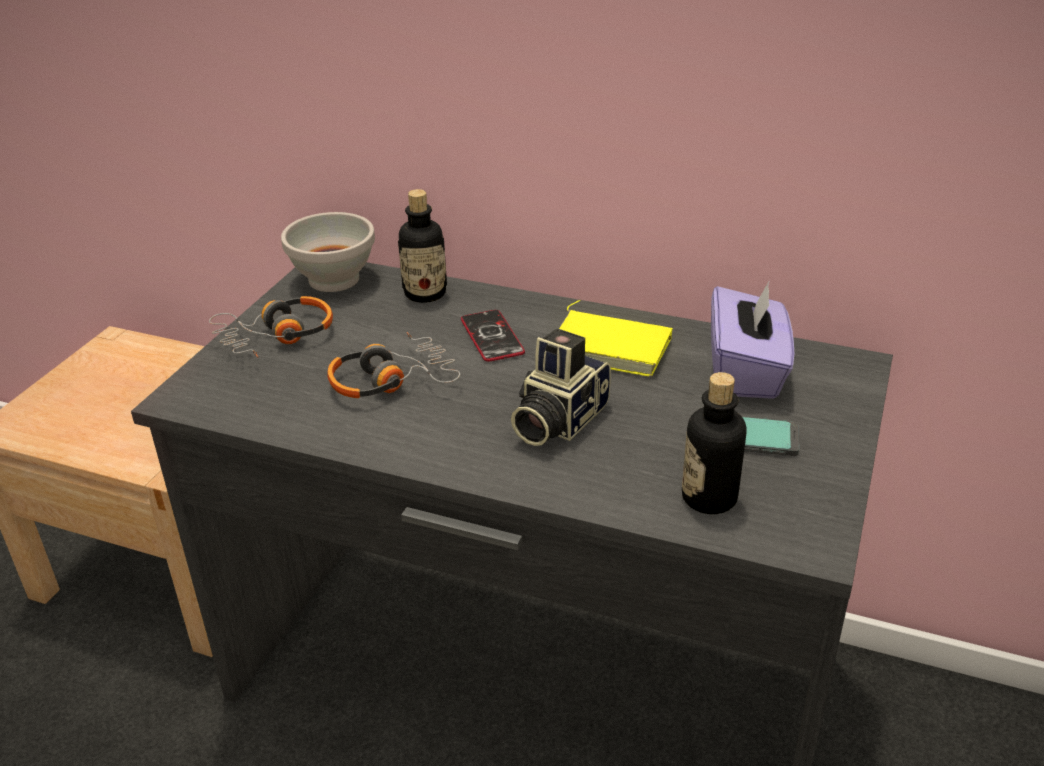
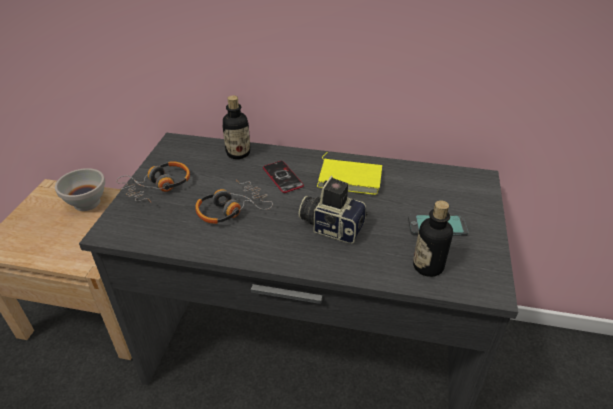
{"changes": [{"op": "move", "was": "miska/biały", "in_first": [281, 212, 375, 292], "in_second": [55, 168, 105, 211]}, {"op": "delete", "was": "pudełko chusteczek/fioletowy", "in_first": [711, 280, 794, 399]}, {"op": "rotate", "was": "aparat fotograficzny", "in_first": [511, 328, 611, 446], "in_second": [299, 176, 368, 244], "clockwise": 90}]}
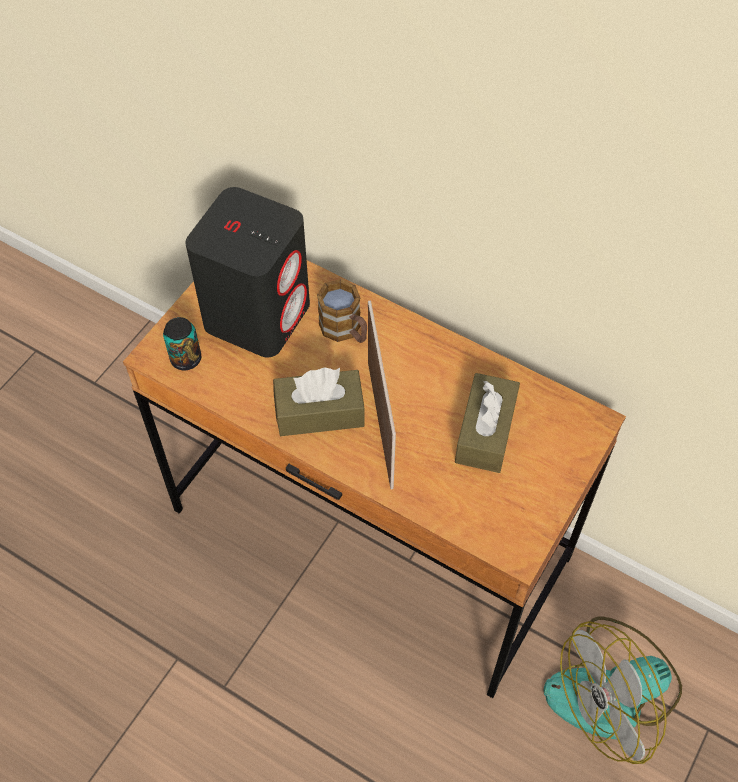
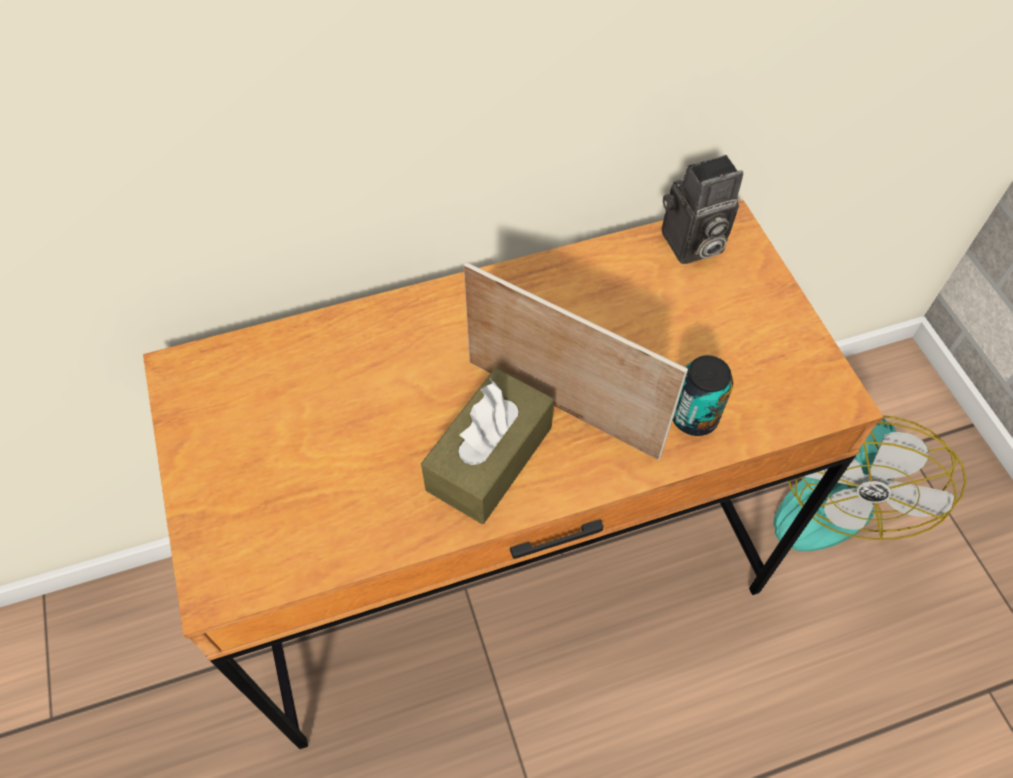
{"changes": [{"op": "delete", "was": "głośnik/czarny", "in_first": [185, 187, 310, 358]}, {"op": "delete", "was": "kubek", "in_first": [317, 279, 367, 343]}, {"op": "move", "was": "puszka", "in_first": [163, 317, 201, 370], "in_second": [673, 355, 733, 436]}, {"op": "delete", "was": "pudełko chusteczek/brązowy", "in_first": [455, 373, 520, 473]}, {"op": "insert", "now": "aparat fotograficzny", "in_second": [662, 155, 743, 264]}]}
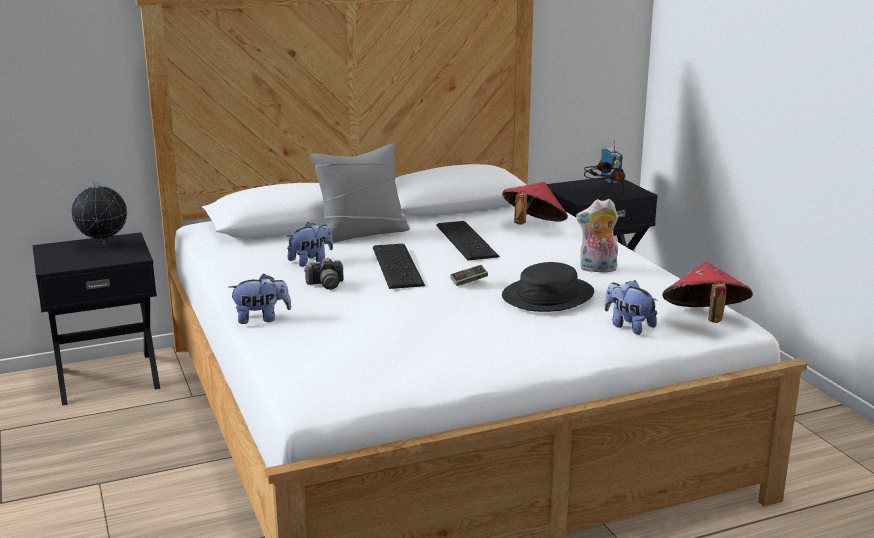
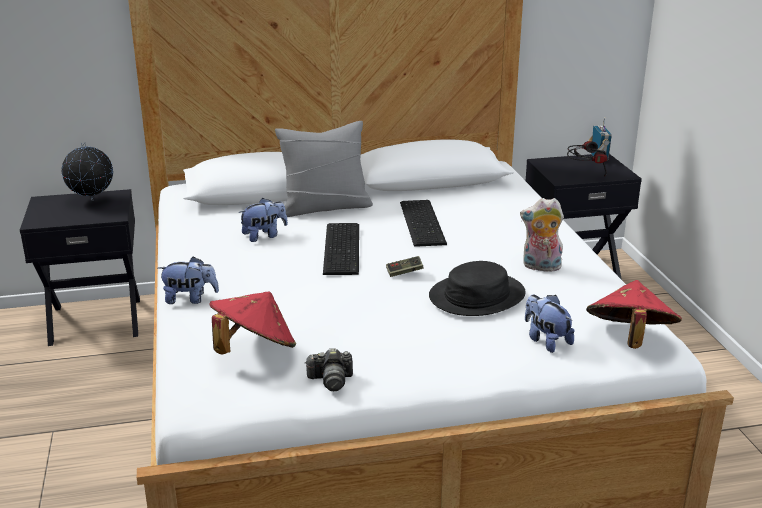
{"changes": [{"op": "move", "was": "kapelusz/czerwony", "in_first": [502, 182, 568, 225], "in_second": [209, 292, 296, 354]}, {"op": "move", "was": "aparat fotograficzny", "in_first": [304, 257, 344, 290], "in_second": [305, 348, 353, 391]}]}
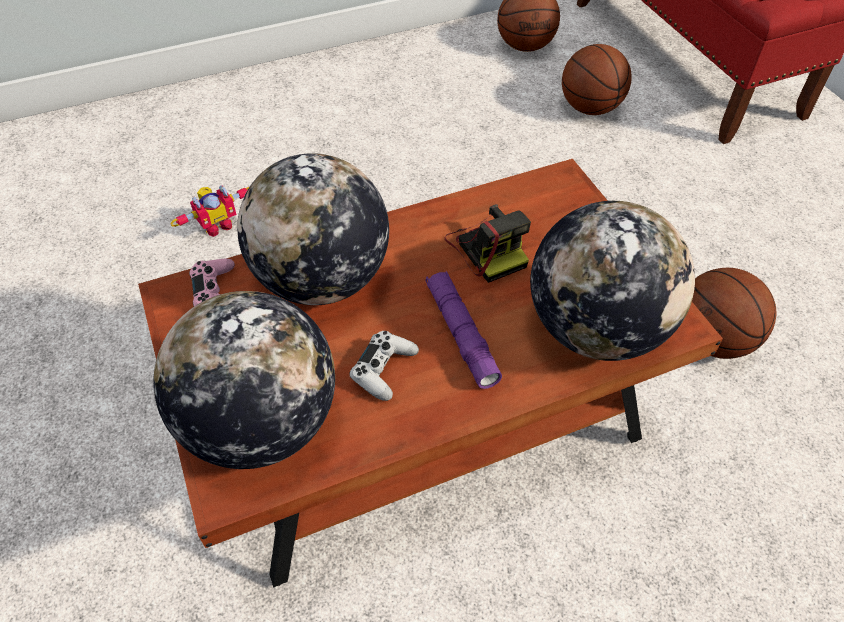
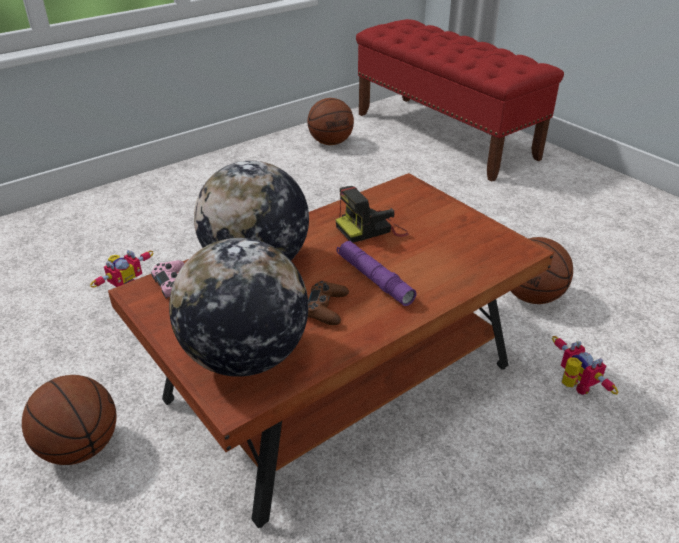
{"changes": [{"op": "move", "was": "piłka do koszykówki", "in_first": [562, 44, 632, 115], "in_second": [22, 375, 116, 465]}, {"op": "delete", "was": "globus", "in_first": [530, 201, 695, 361]}, {"op": "rotate", "was": "aparat fotograficzny", "in_first": [445, 204, 531, 283], "in_second": [335, 186, 408, 243], "clockwise": 105}, {"op": "recolor", "was": "pad do gier/biały", "now": "pad do gier/brązowy", "in_first": [349, 331, 419, 401], "in_second": [308, 281, 349, 325]}, {"op": "insert", "now": "robot zabawkowy", "in_second": [552, 336, 618, 395]}]}
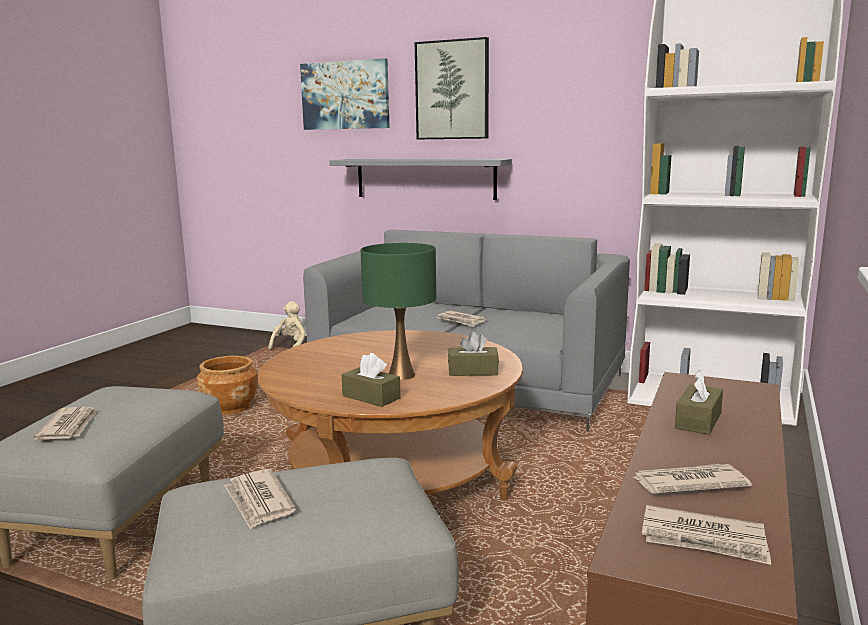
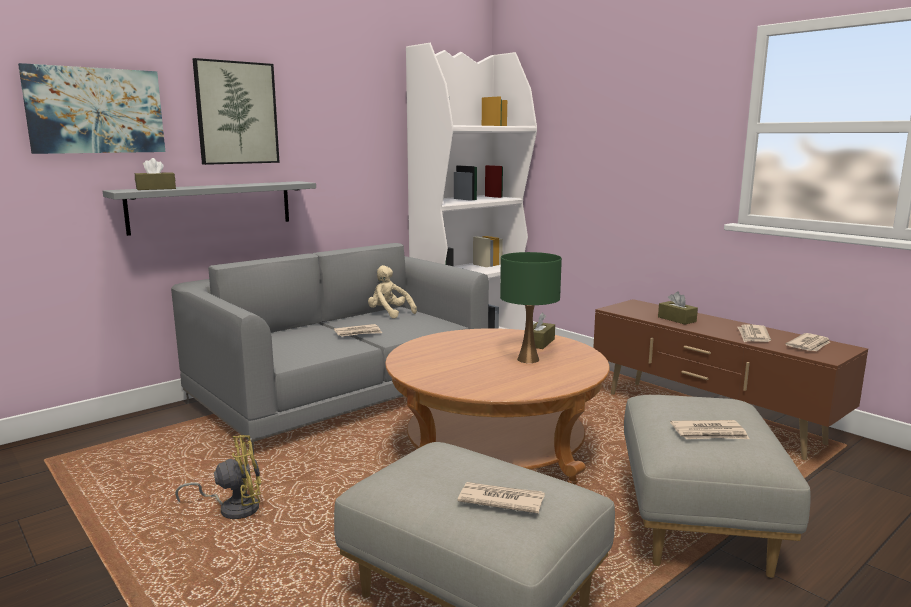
{"changes": [{"op": "move", "was": "pluszak/beżowy", "in_first": [268, 301, 305, 350], "in_second": [368, 265, 417, 319]}, {"op": "move", "was": "pudełko chusteczek/brązowy", "in_first": [341, 353, 401, 407], "in_second": [135, 158, 176, 190]}, {"op": "replace", "was": "donica/brązowy", "now": "wentylator/żółty", "in_first": [197, 356, 258, 415], "in_second": [175, 435, 261, 519]}]}
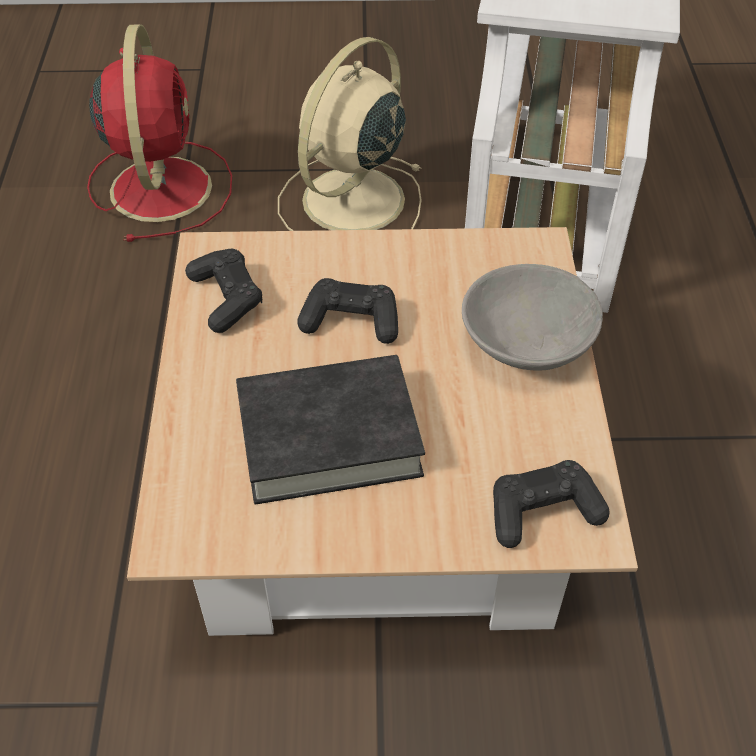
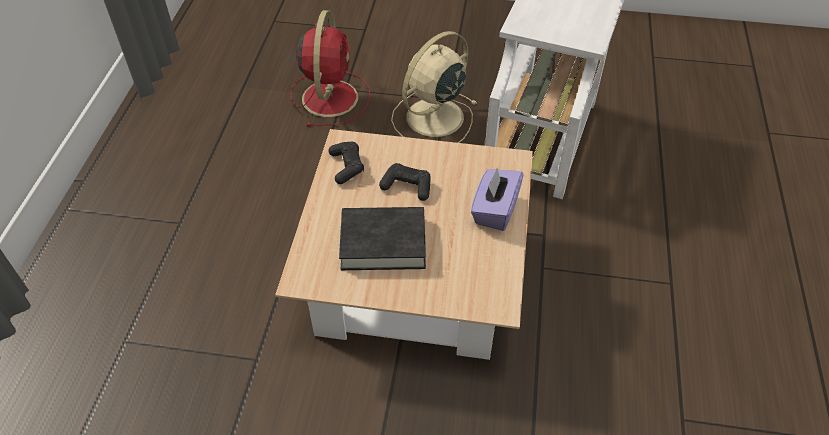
{"changes": [{"op": "replace", "was": "miska/szary", "now": "pudełko chusteczek/fioletowy", "in_first": [462, 264, 603, 371], "in_second": [471, 168, 524, 231]}, {"op": "delete", "was": "pad do gier/czarny", "in_first": [493, 460, 610, 548]}]}
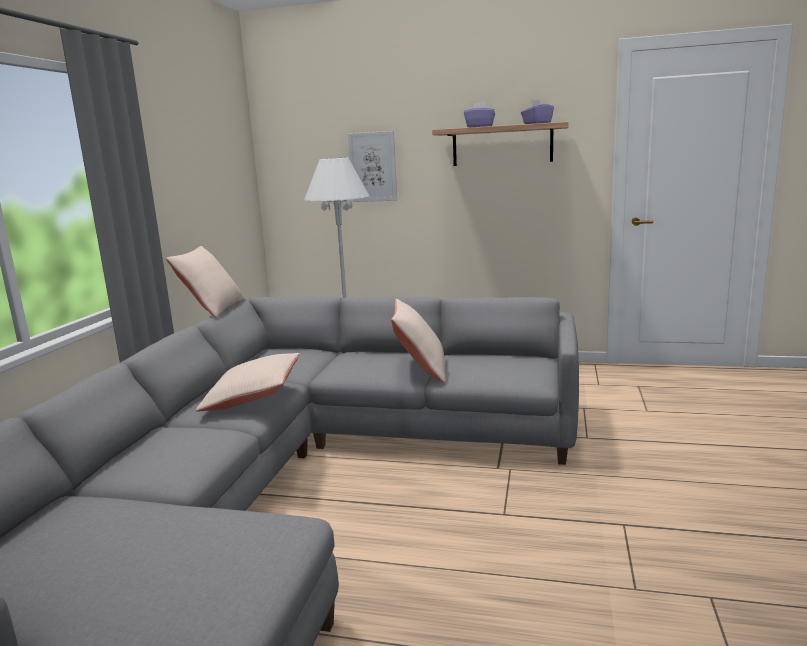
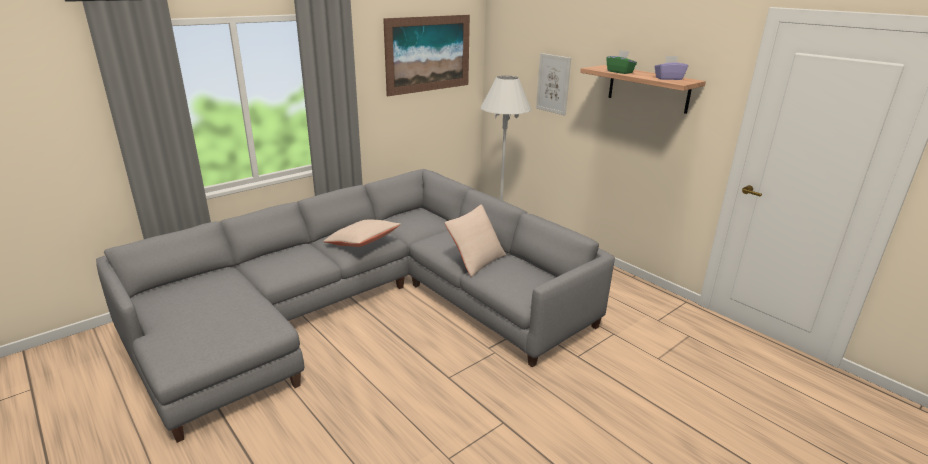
{"changes": [{"op": "recolor", "was": "pudełko chusteczek/fioletowy", "now": "pudełko chusteczek/zielony", "in_first": [464, 102, 495, 127], "in_second": [606, 50, 637, 74]}, {"op": "delete", "was": "poduszka/beżowy", "in_first": [166, 246, 246, 318]}, {"op": "insert", "now": "obraz", "in_second": [383, 15, 470, 96]}]}
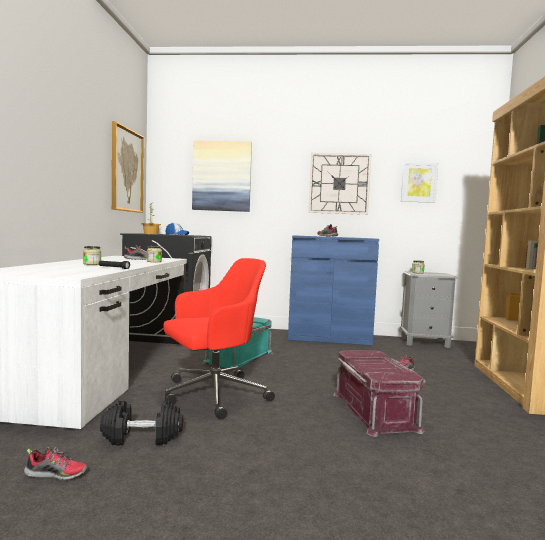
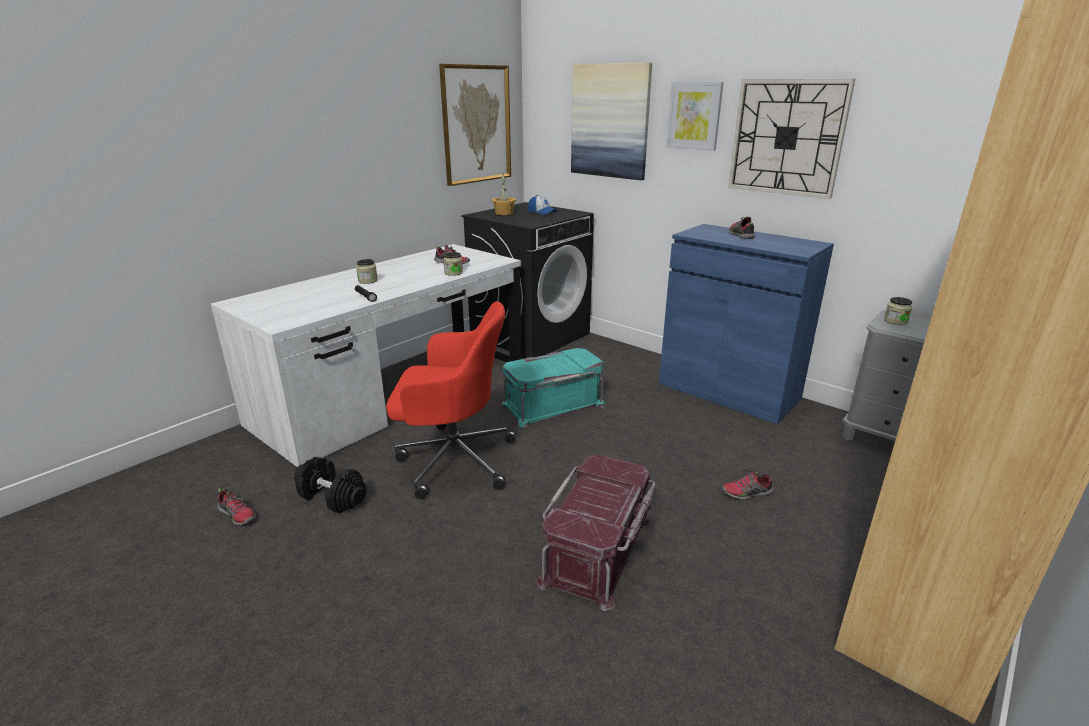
{"changes": [{"op": "move", "was": "obraz", "in_first": [401, 163, 438, 203], "in_second": [666, 82, 724, 151]}]}
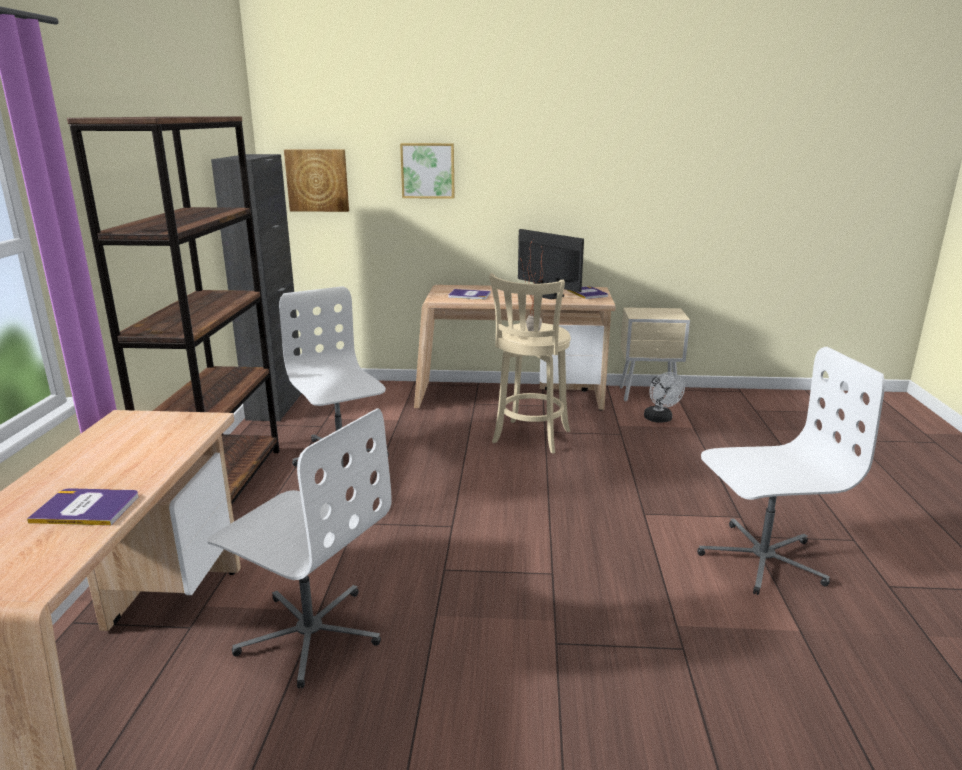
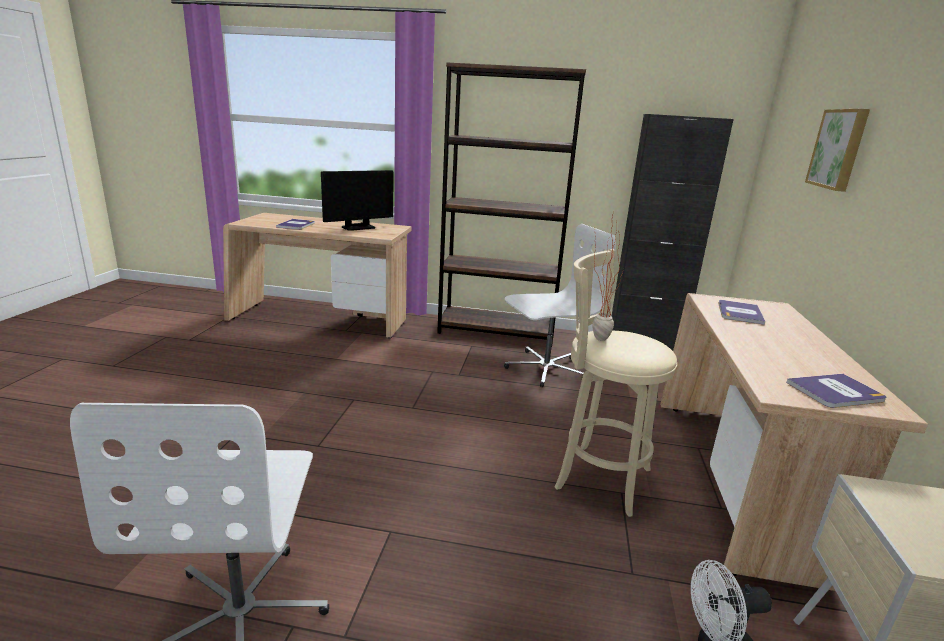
{"changes": [{"op": "delete", "was": "obraz", "in_first": [284, 149, 349, 212]}, {"op": "move", "was": "monitor", "in_first": [518, 229, 584, 299], "in_second": [321, 170, 393, 231]}, {"op": "delete", "was": "krzesło biurowe/biały", "in_first": [207, 408, 392, 688]}]}
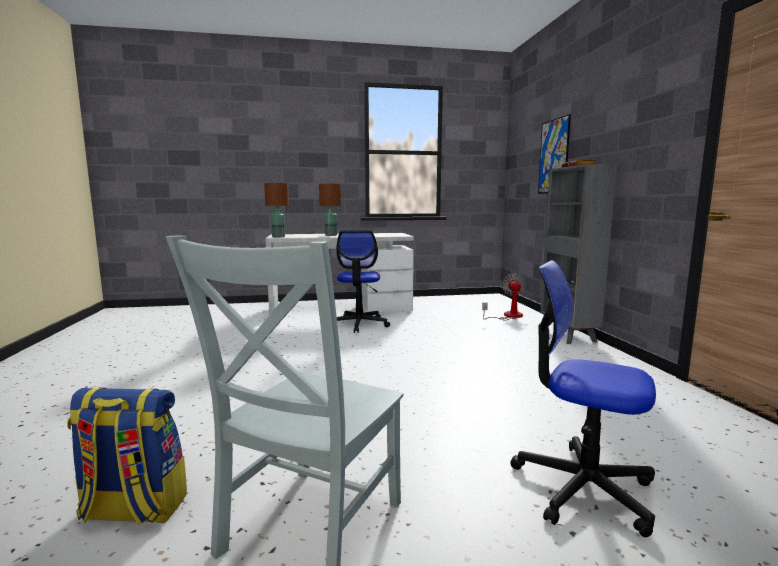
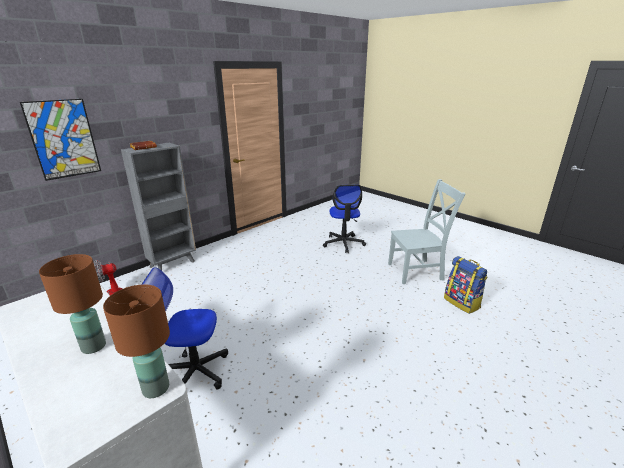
{"changes": [{"op": "rotate", "was": "krzesło biurowe", "in_first": [336, 230, 390, 333], "in_second": [141, 267, 228, 390], "clockwise": -150}]}
